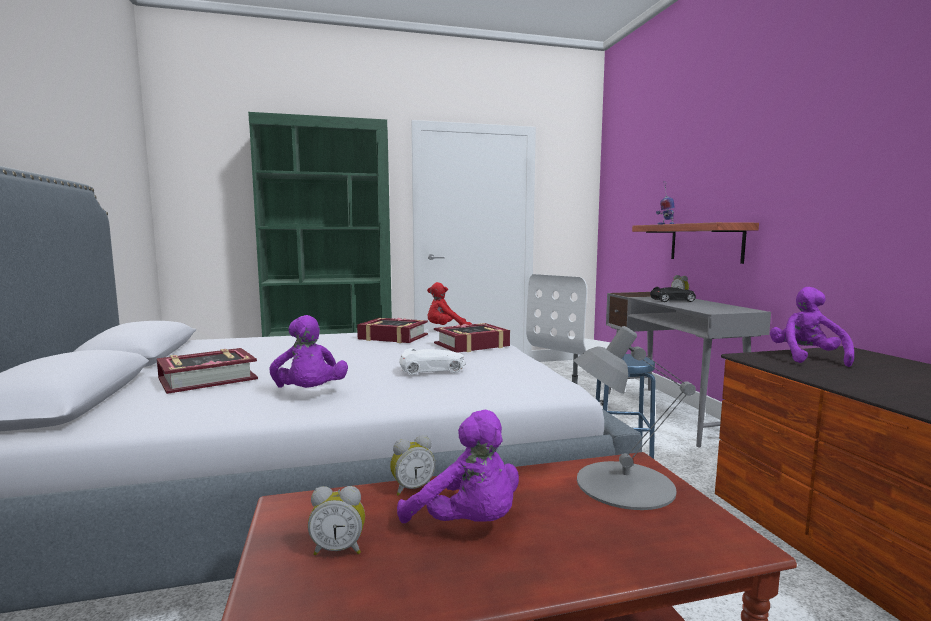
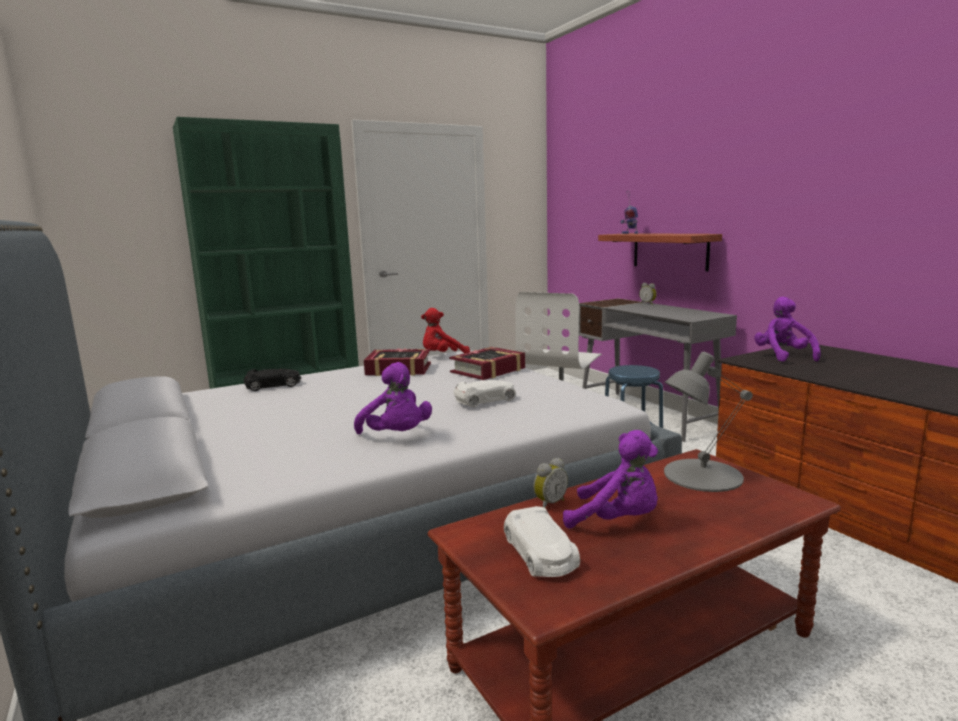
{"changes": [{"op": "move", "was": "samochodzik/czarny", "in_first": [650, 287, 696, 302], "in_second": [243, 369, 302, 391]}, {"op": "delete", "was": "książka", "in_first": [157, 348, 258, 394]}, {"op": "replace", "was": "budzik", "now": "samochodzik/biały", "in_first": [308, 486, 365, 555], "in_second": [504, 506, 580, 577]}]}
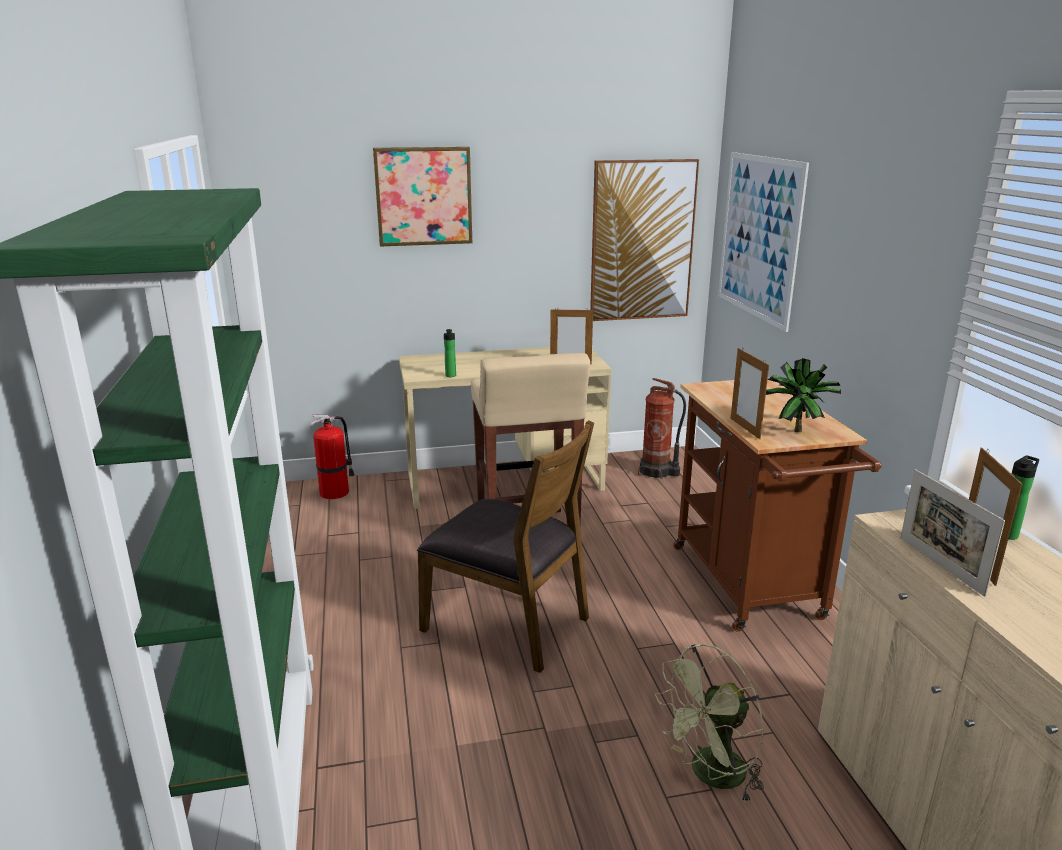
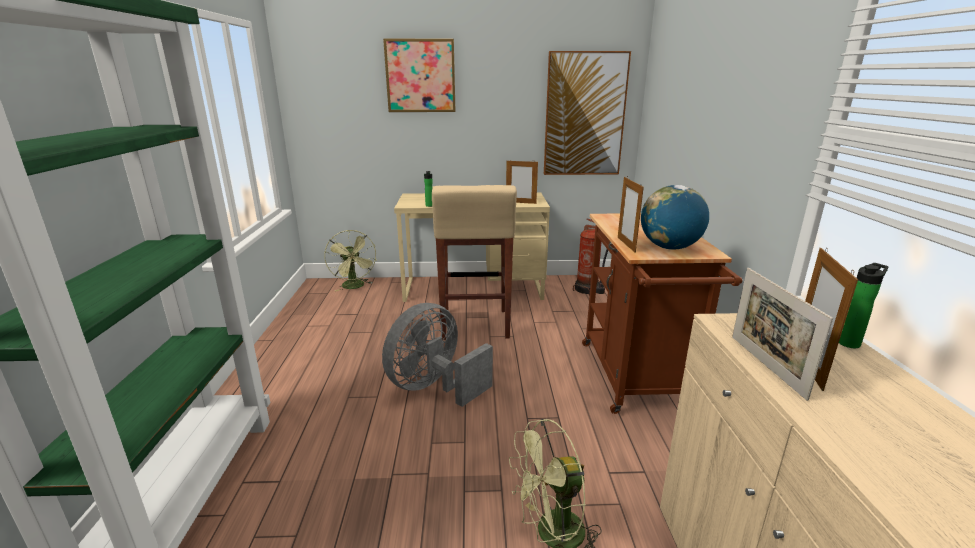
{"changes": [{"op": "delete", "was": "obraz", "in_first": [718, 152, 809, 332]}, {"op": "replace", "was": "roślina doniczkowa", "now": "globus", "in_first": [766, 358, 841, 432], "in_second": [641, 185, 709, 250]}, {"op": "replace", "was": "gaśnica", "now": "wentylator/zielony", "in_first": [310, 414, 355, 499], "in_second": [324, 230, 376, 291]}, {"op": "replace", "was": "krzesło/brązowy", "now": "wentylator/szary", "in_first": [417, 420, 594, 673], "in_second": [382, 303, 493, 407]}]}
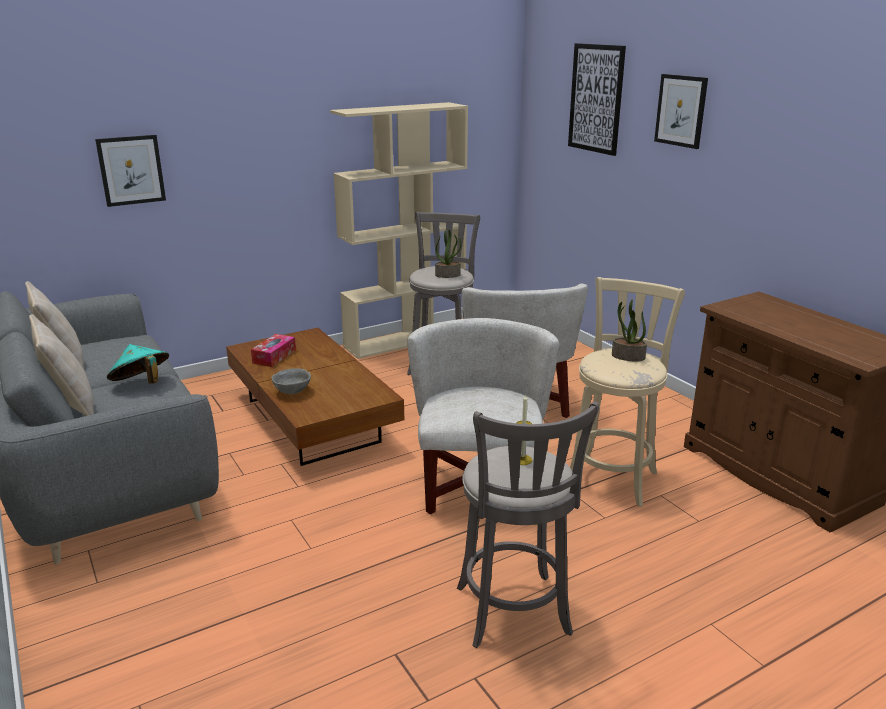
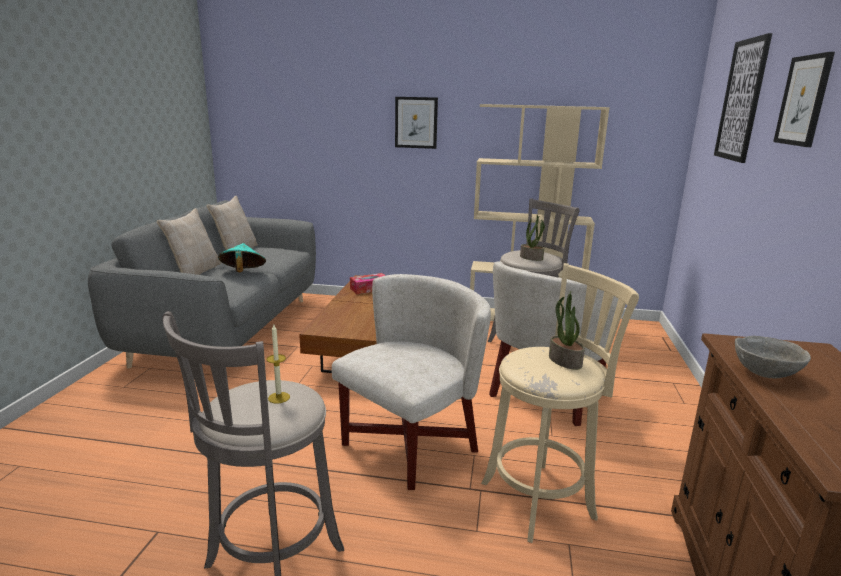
{"changes": [{"op": "move", "was": "obraz", "in_first": [95, 135, 166, 207], "in_second": [395, 97, 438, 149]}, {"op": "move", "was": "miska/szary", "in_first": [271, 368, 311, 394], "in_second": [735, 336, 811, 378]}]}
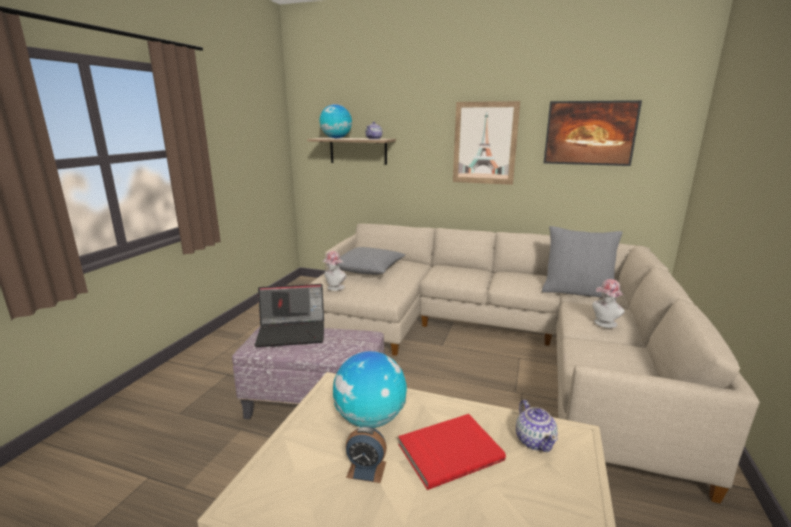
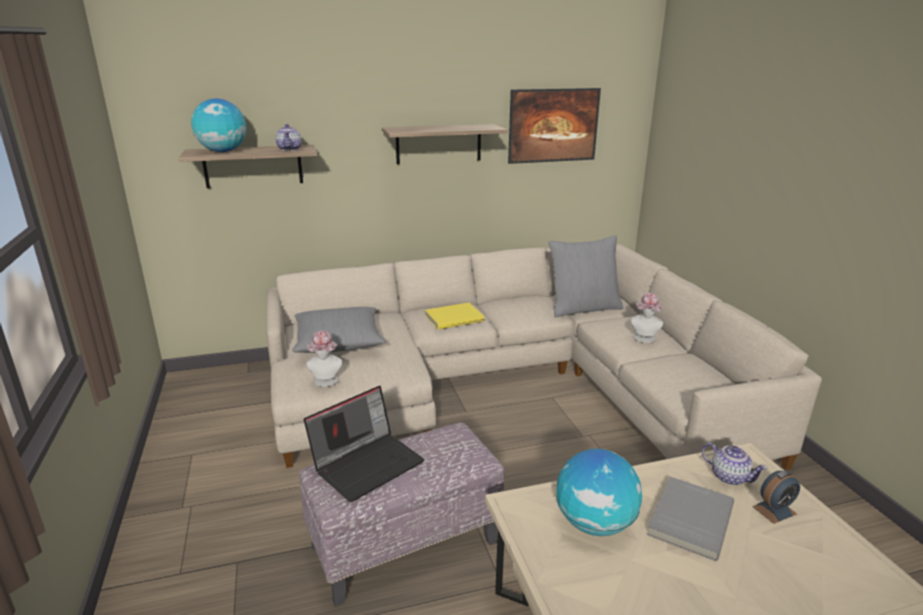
{"changes": [{"op": "replace", "was": "obraz", "now": "półka", "in_first": [453, 101, 520, 185], "in_second": [382, 124, 508, 164]}, {"op": "recolor", "was": "książka/czerwony", "now": "książka/szary", "in_first": [398, 414, 506, 490], "in_second": [647, 477, 734, 561]}, {"op": "move", "was": "budzik", "in_first": [346, 427, 387, 483], "in_second": [752, 471, 800, 524]}, {"op": "insert", "now": "książka/żółty", "in_second": [425, 303, 484, 329]}]}
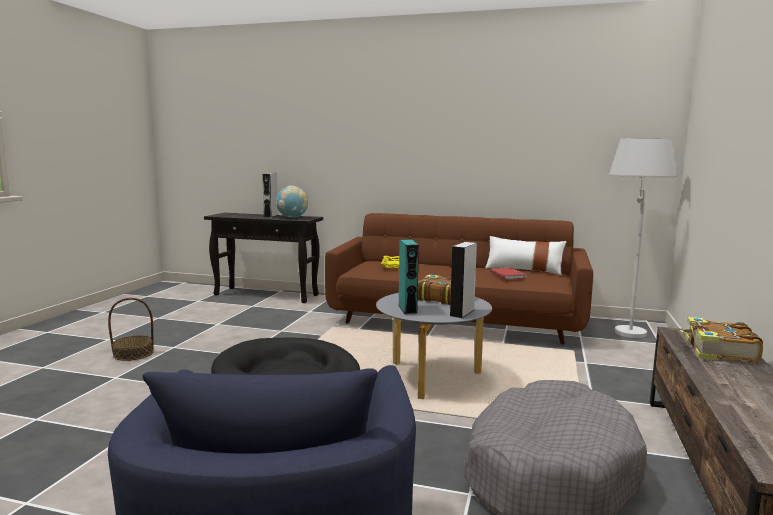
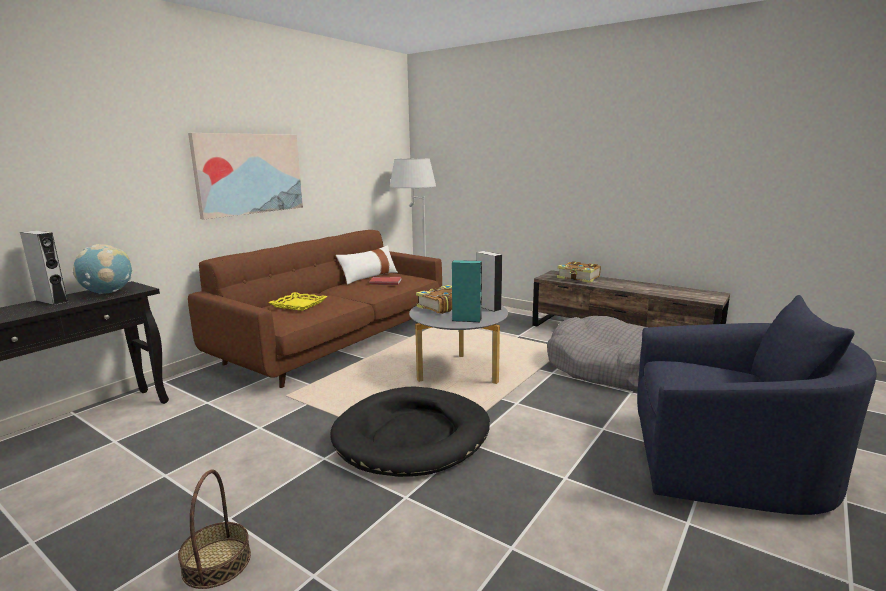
{"changes": [{"op": "insert", "now": "obraz", "in_second": [188, 133, 303, 220]}]}
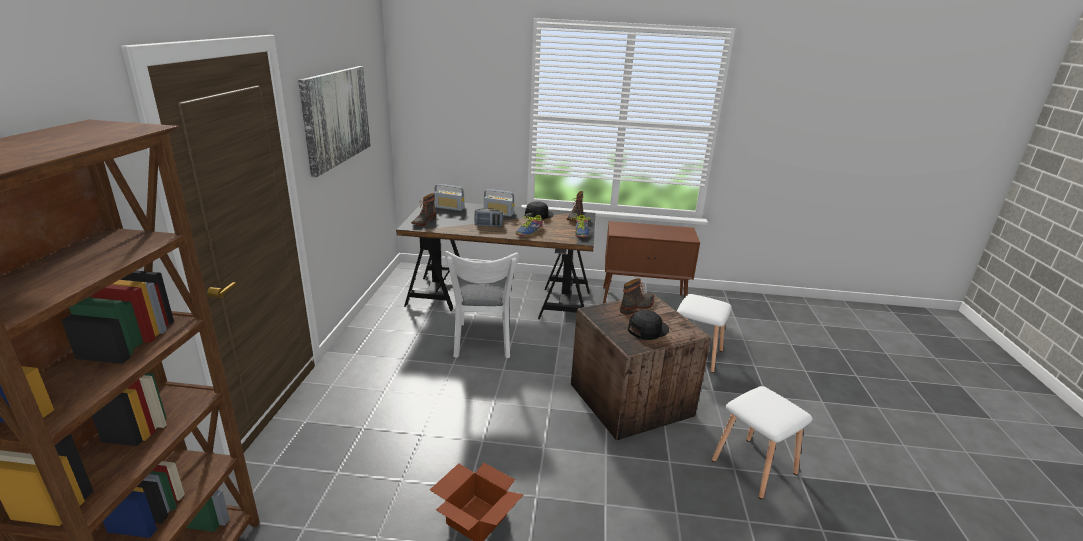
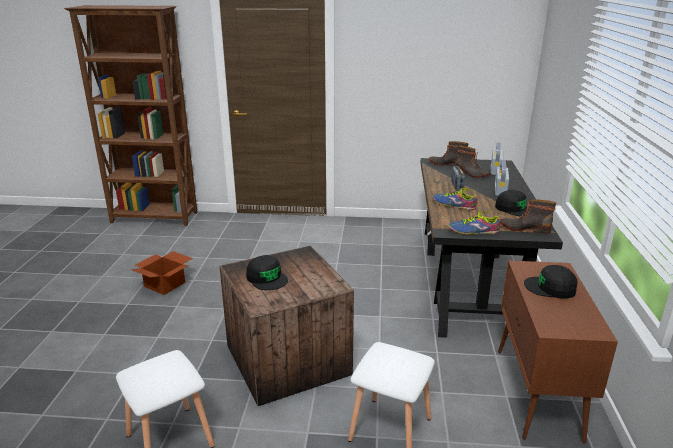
{"changes": [{"op": "delete", "was": "obraz", "in_first": [298, 66, 371, 177]}, {"op": "delete", "was": "krzesło/biały", "in_first": [445, 251, 519, 358]}, {"op": "move", "was": "but z cholewką", "in_first": [620, 278, 655, 315], "in_second": [455, 145, 491, 178]}, {"op": "insert", "now": "czapka z daszkiem/czarny", "in_second": [524, 265, 578, 299]}]}
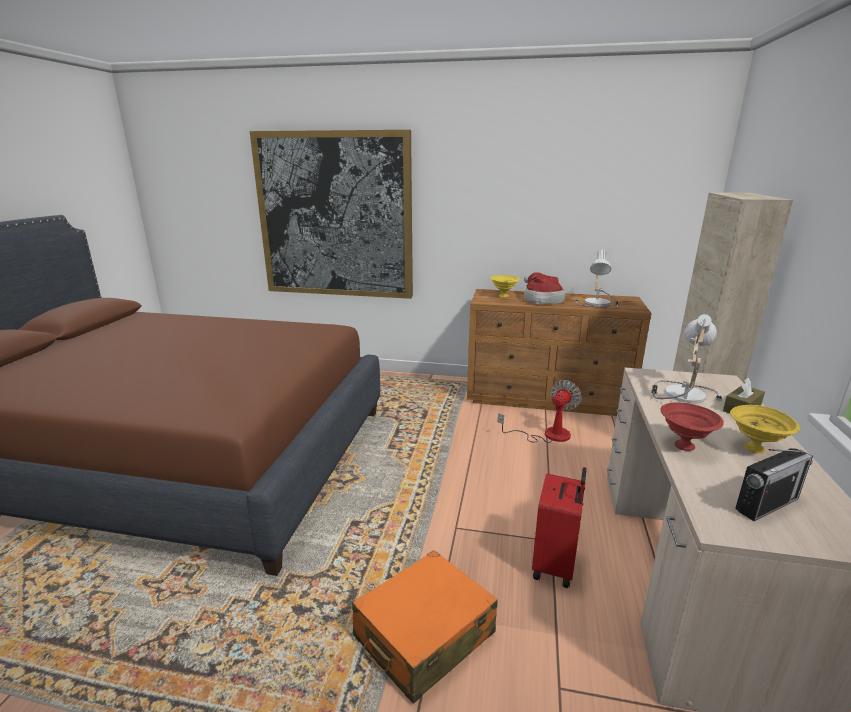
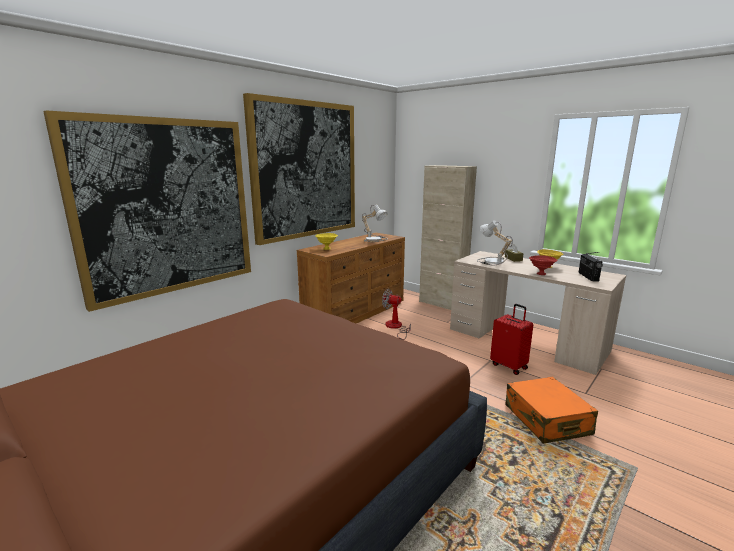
{"changes": [{"op": "delete", "was": "kapelusz", "in_first": [524, 272, 566, 304]}, {"op": "rotate", "was": "wentylator", "in_first": [498, 380, 582, 443], "in_second": [382, 289, 411, 340], "clockwise": -45}, {"op": "insert", "now": "obraz", "in_second": [243, 93, 355, 245]}]}
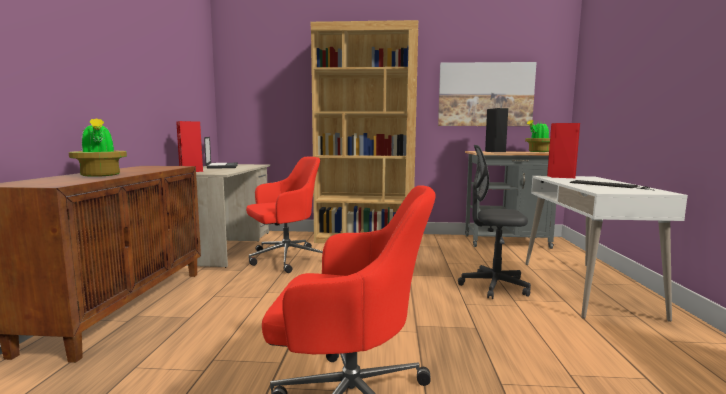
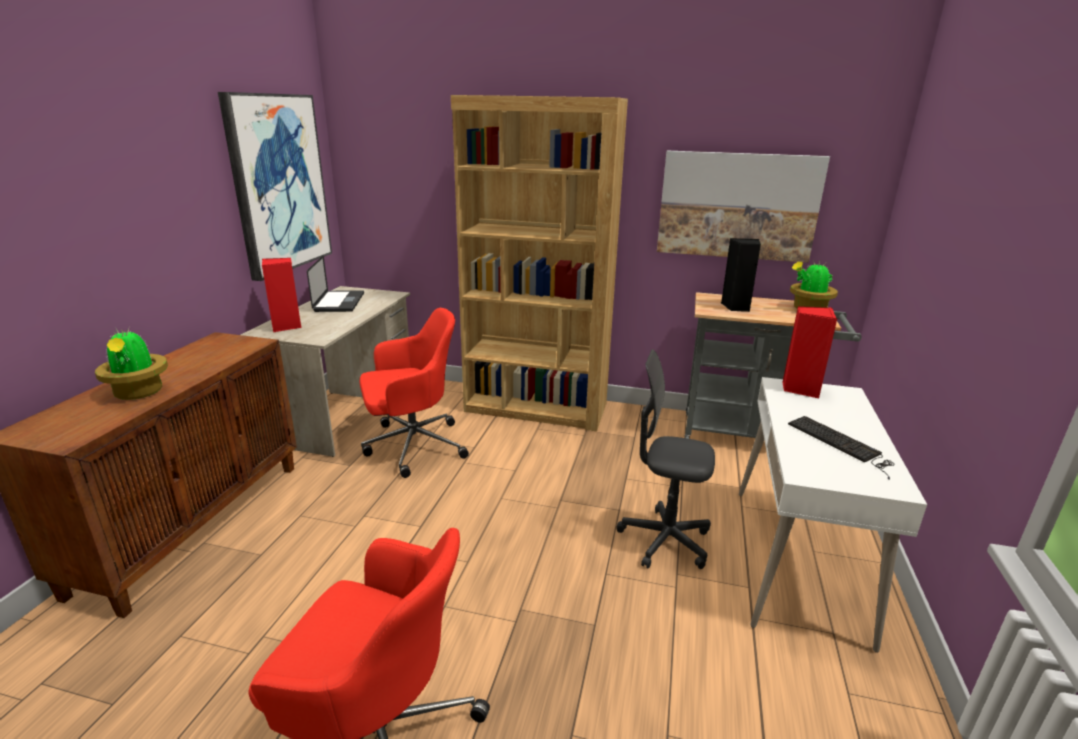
{"changes": [{"op": "insert", "now": "obraz", "in_second": [218, 92, 332, 281]}]}
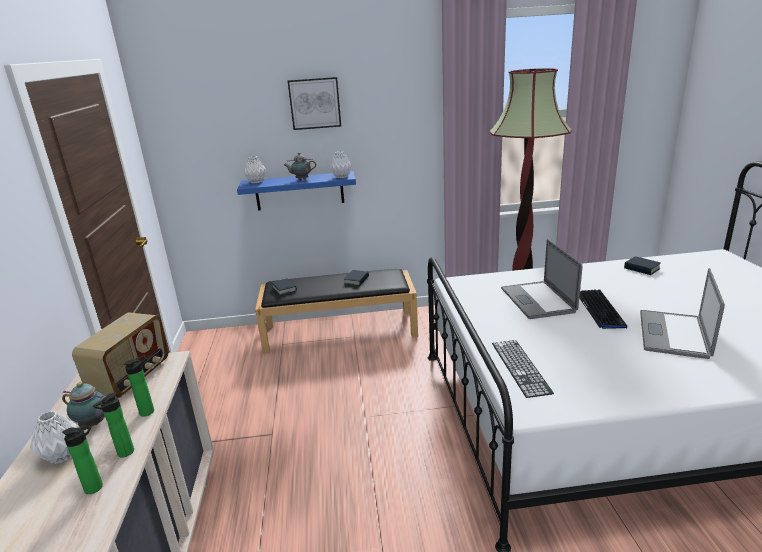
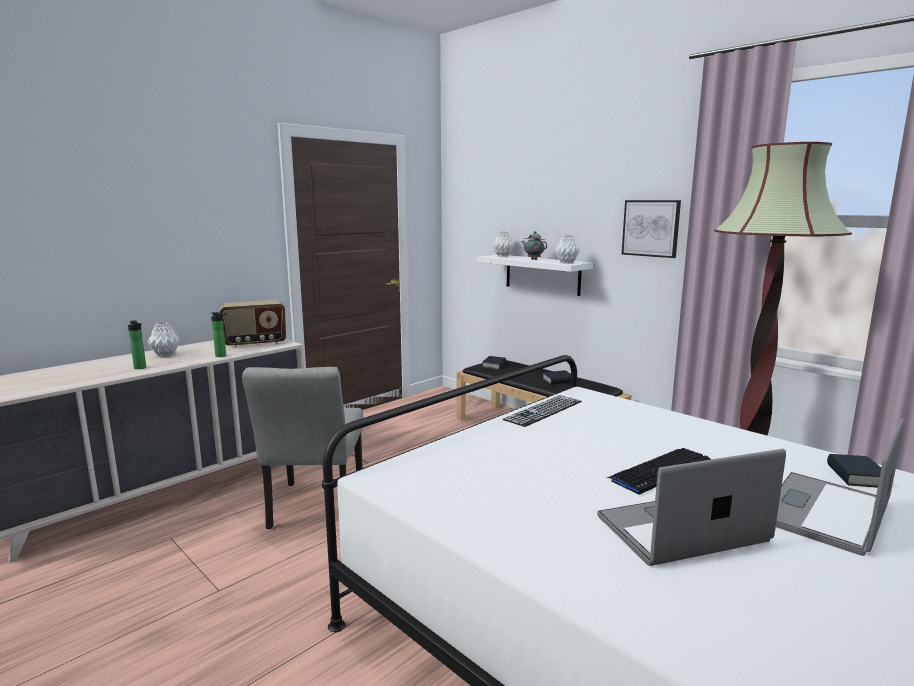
{"changes": [{"op": "move", "was": "obraz", "in_first": [288, 77, 341, 130], "in_second": [622, 200, 681, 258]}, {"op": "recolor", "was": "półka/niebieski", "now": "półka/biały", "in_first": [237, 171, 356, 211], "in_second": [477, 255, 593, 296]}, {"op": "move", "was": "laptop", "in_first": [501, 239, 583, 319], "in_second": [776, 419, 904, 556]}, {"op": "move", "was": "klawiatura", "in_first": [492, 340, 554, 398], "in_second": [503, 395, 582, 427]}, {"op": "delete", "was": "imbryk", "in_first": [62, 382, 105, 427]}, {"op": "delete", "was": "butelka", "in_first": [93, 392, 134, 458]}, {"op": "insert", "now": "krzesło/szary", "in_second": [242, 367, 364, 529]}]}
